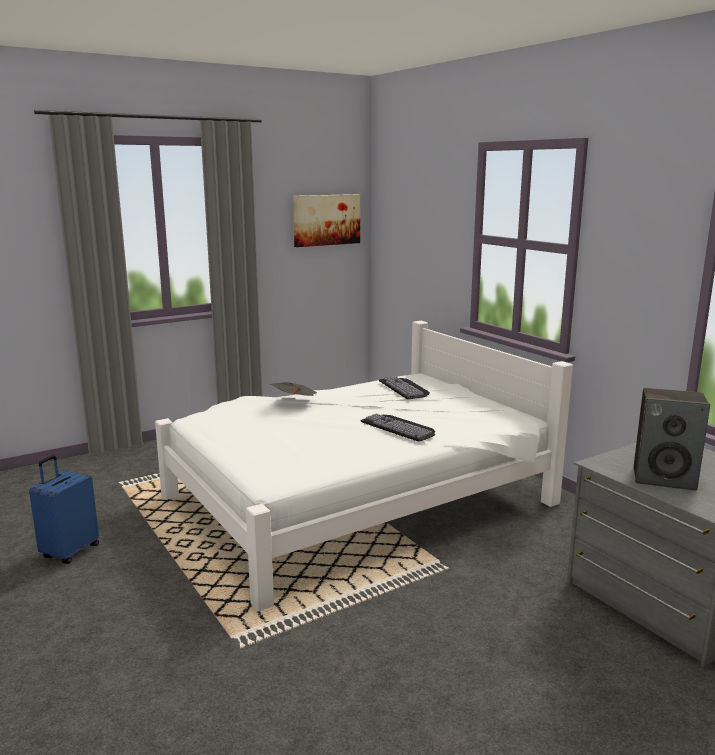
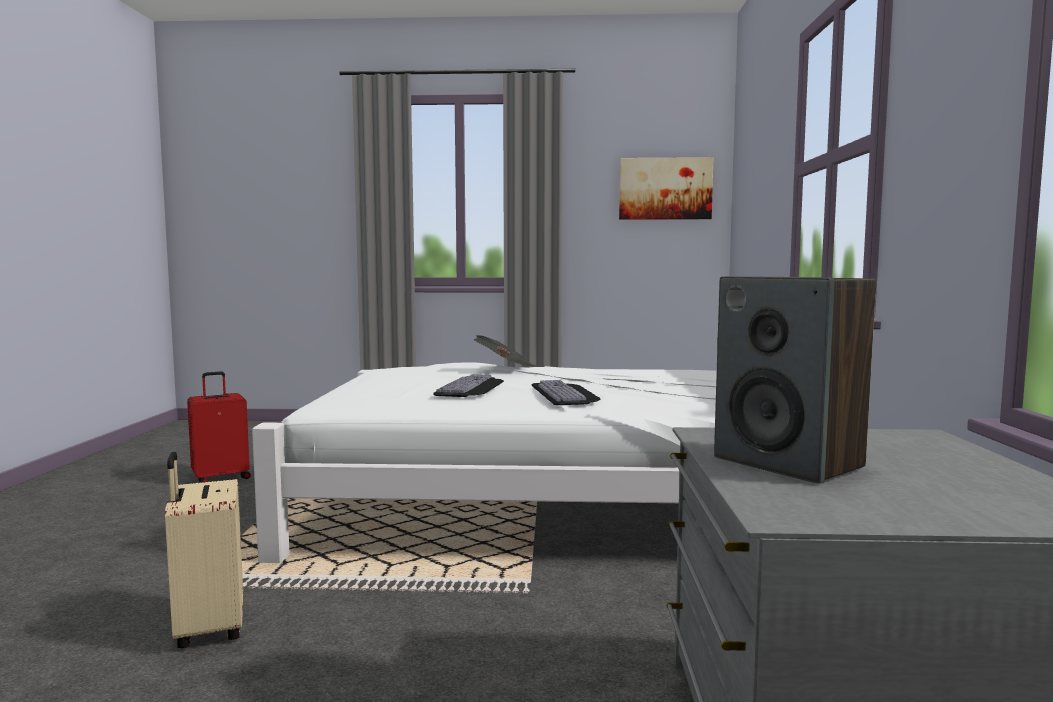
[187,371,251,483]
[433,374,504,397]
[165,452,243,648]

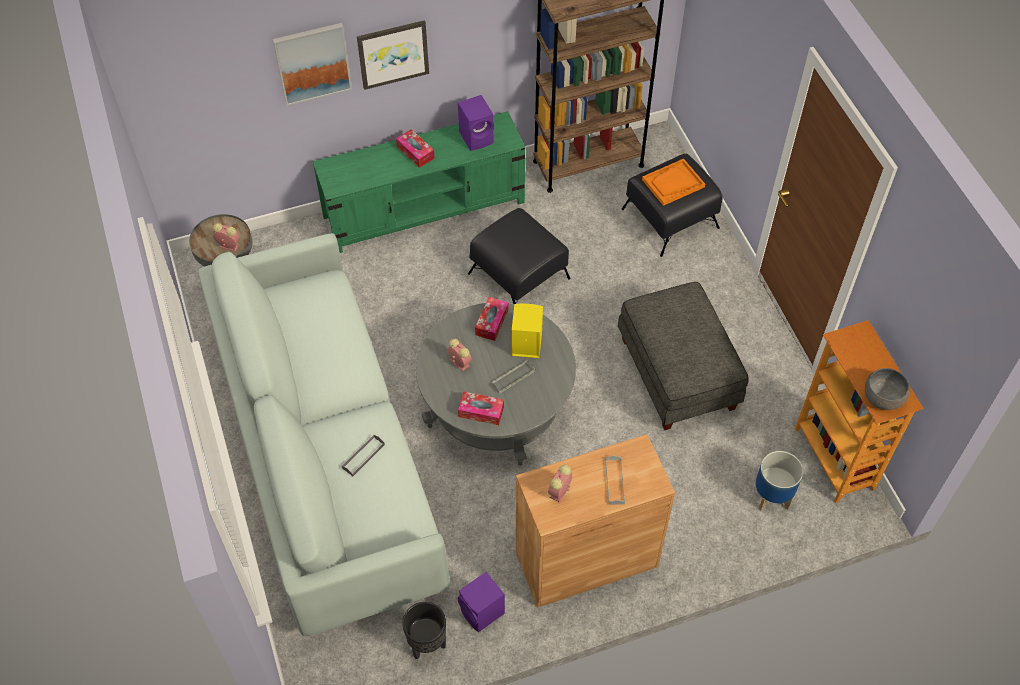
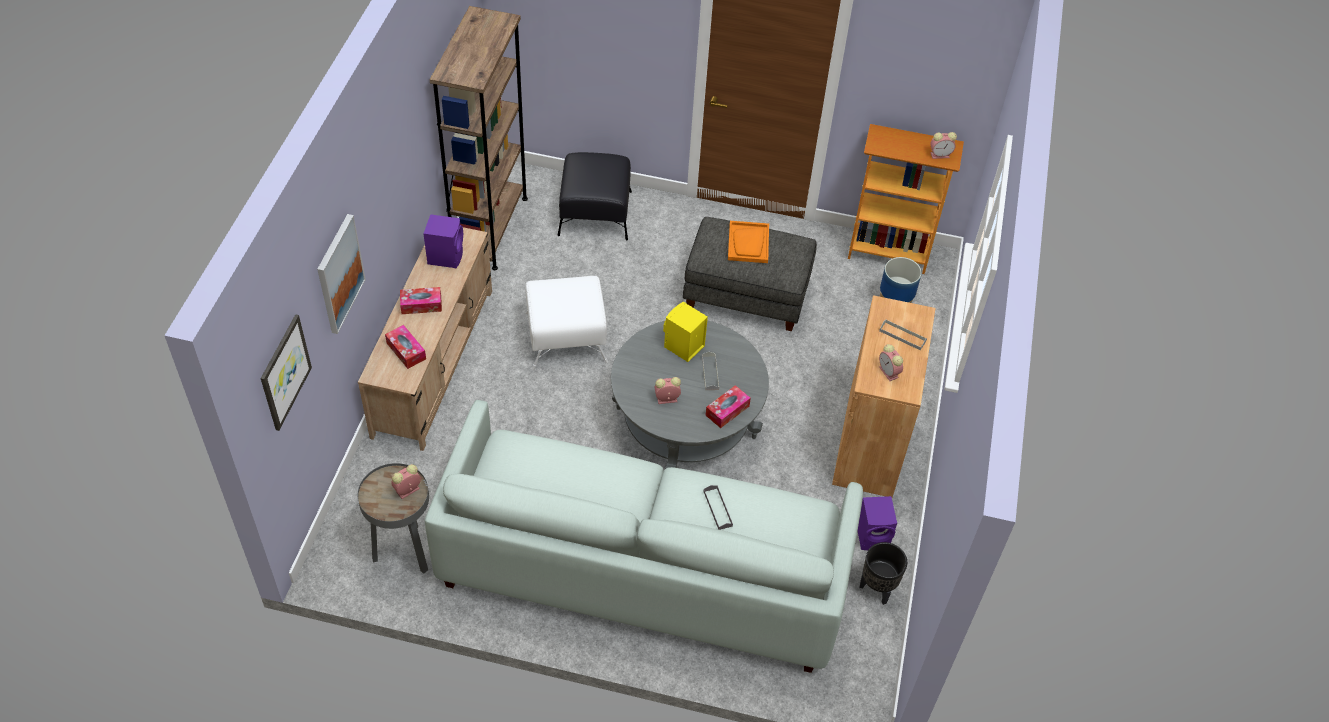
[358,227,492,451]
[261,314,312,431]
[525,276,608,370]
[385,325,426,369]
[728,221,769,263]
[930,132,957,159]

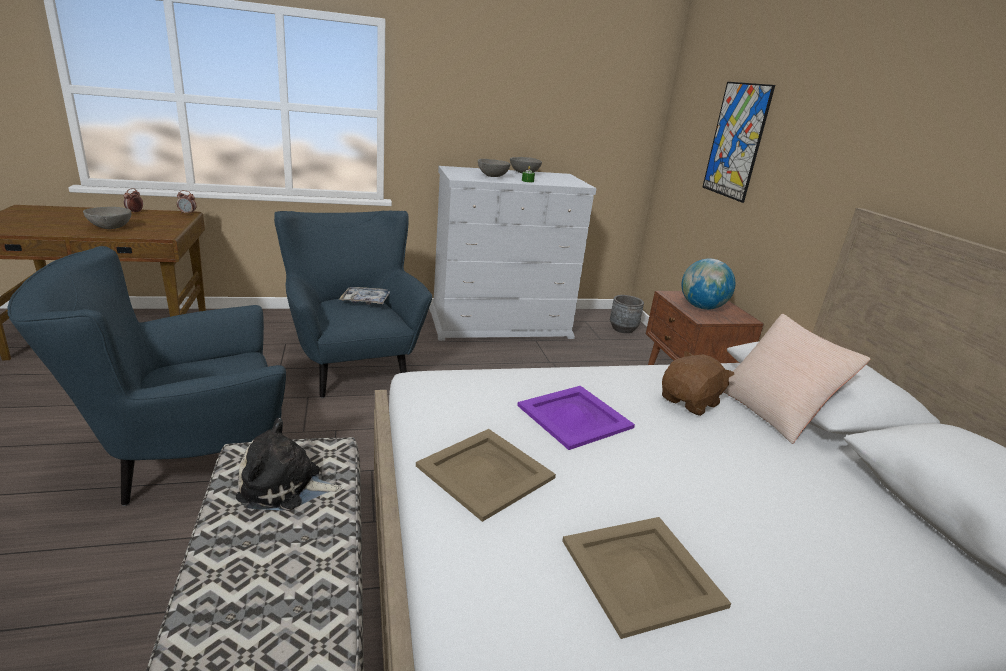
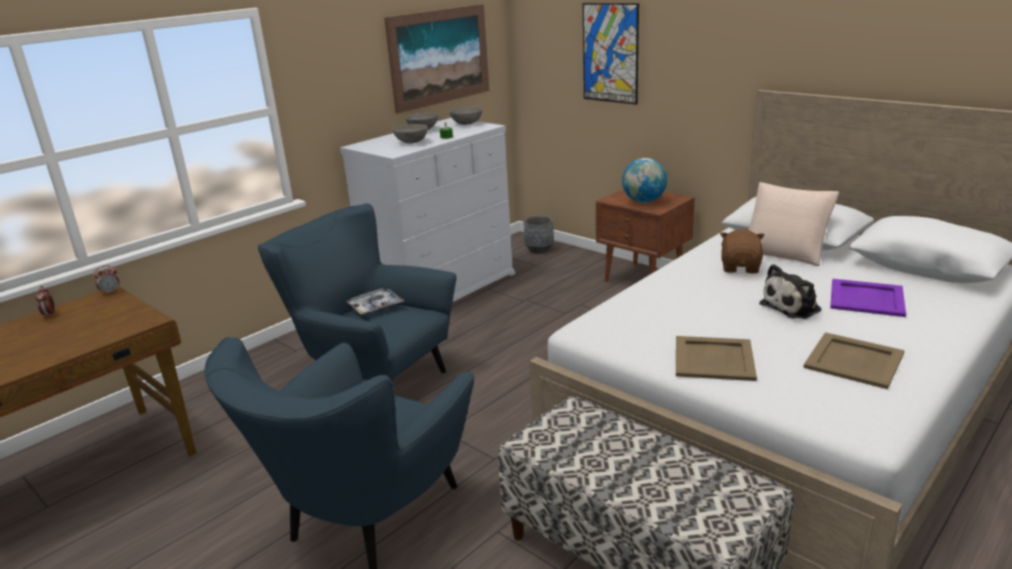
[449,107,482,125]
[759,264,821,319]
[830,279,906,317]
[384,4,490,114]

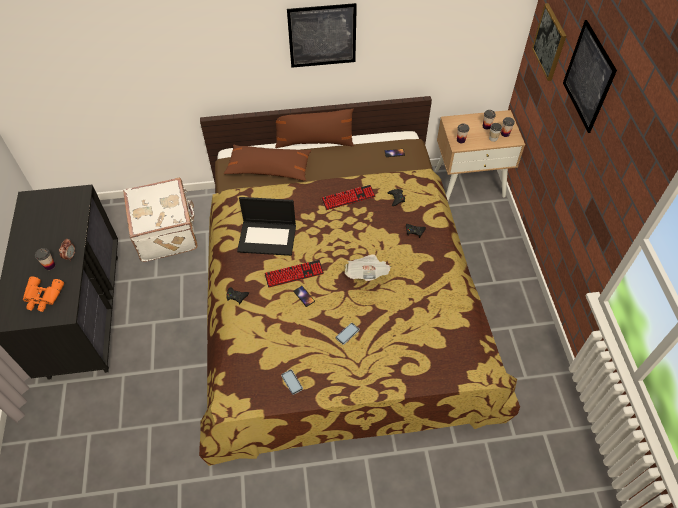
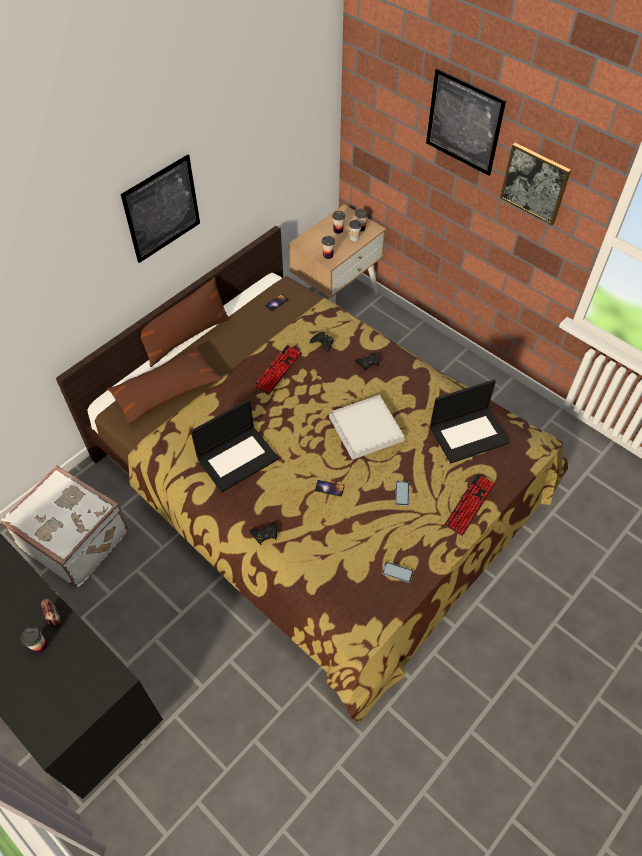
[23,276,64,312] (first image)
[444,474,495,536]
[329,395,404,460]
[500,143,571,225]
[430,379,510,463]

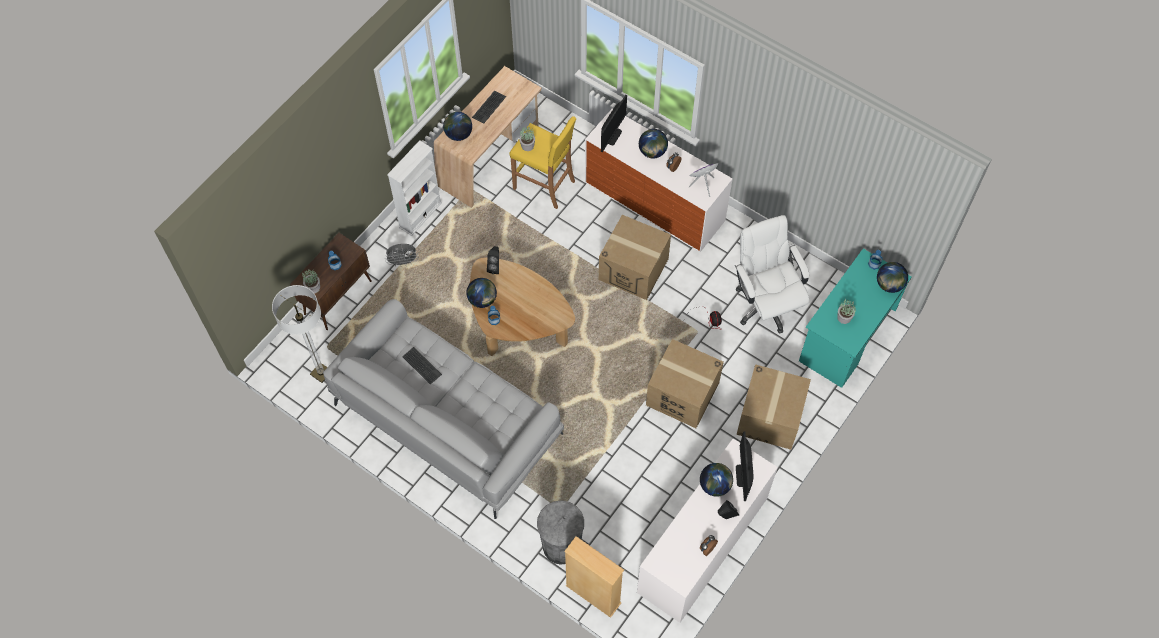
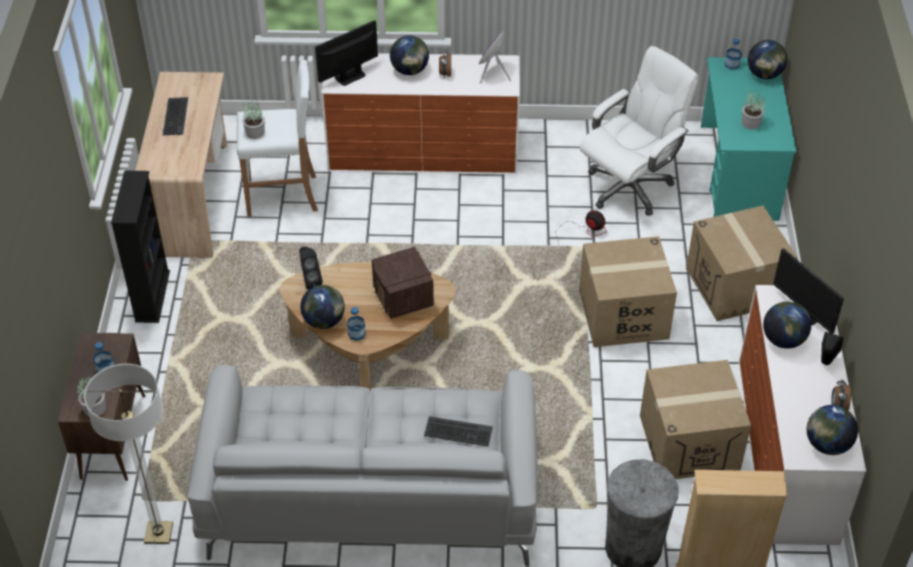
[385,244,419,266] (first image)
[111,171,170,323]
[424,416,493,446]
[807,405,858,455]
[237,60,318,217]
[640,360,751,479]
[315,20,378,86]
[580,46,699,216]
[372,247,434,319]

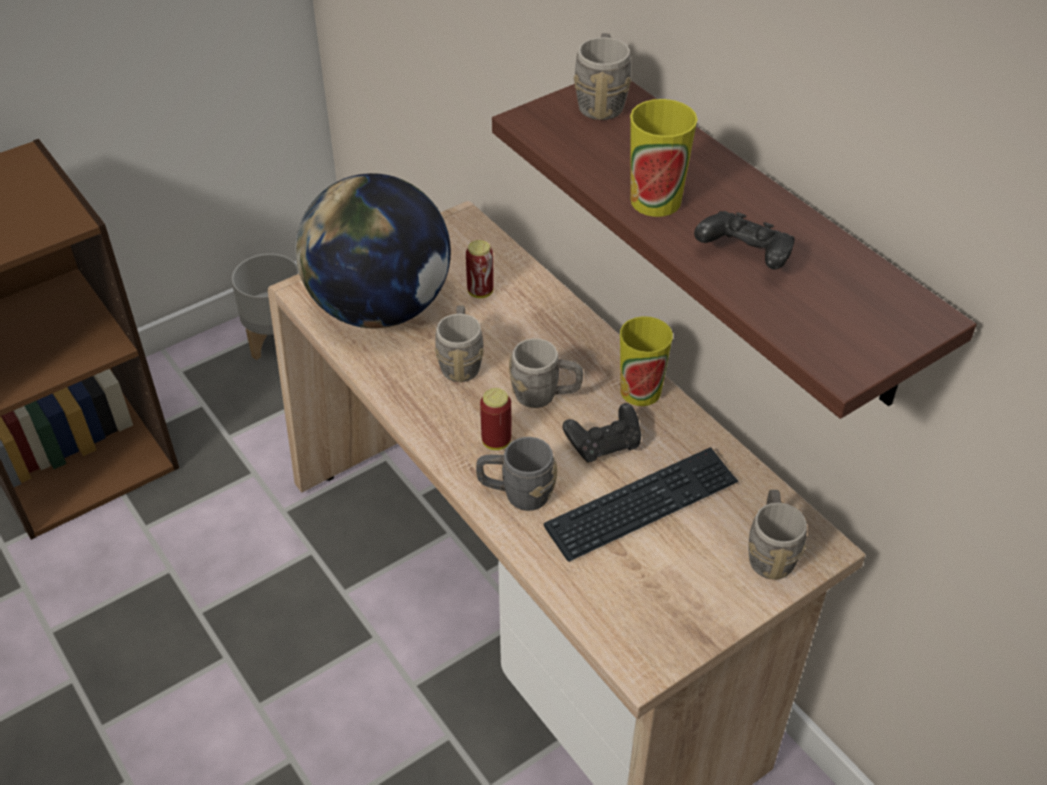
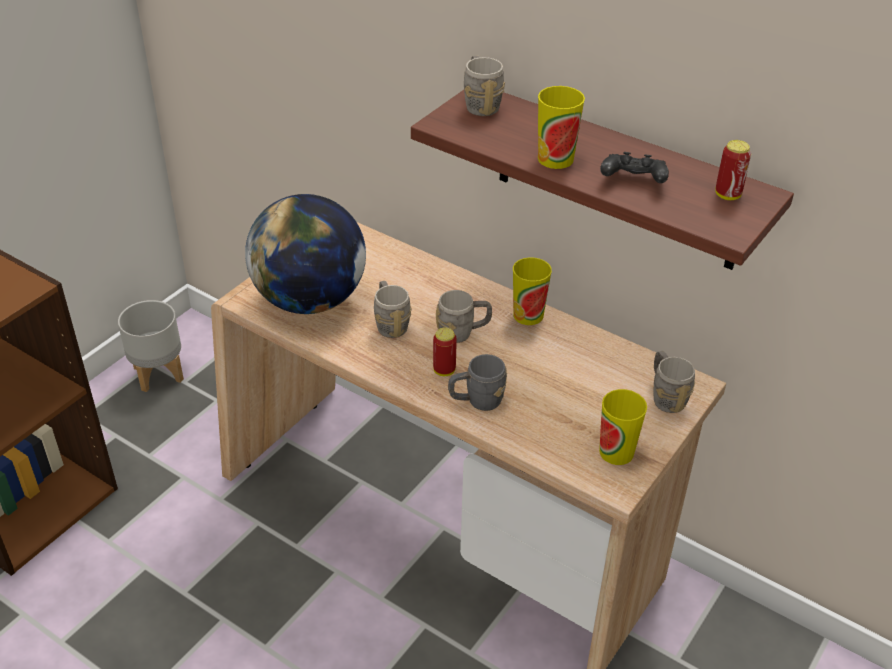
[715,140,751,200]
[544,447,739,562] (first image)
[563,403,641,463] (first image)
[599,389,647,465]

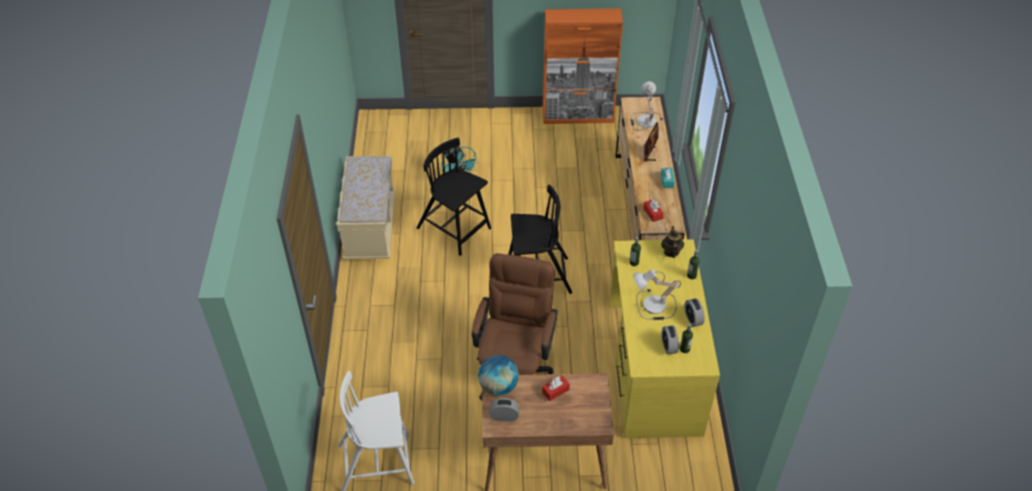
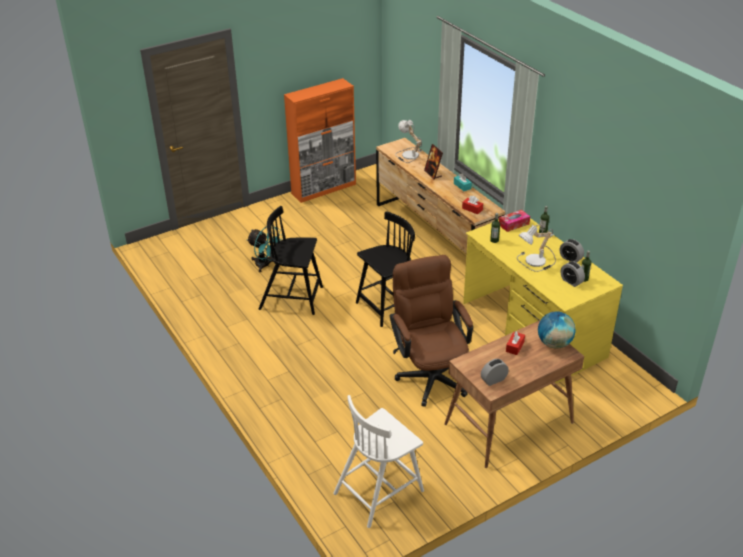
[337,156,395,259] (first image)
[538,311,576,349]
[499,210,530,232]

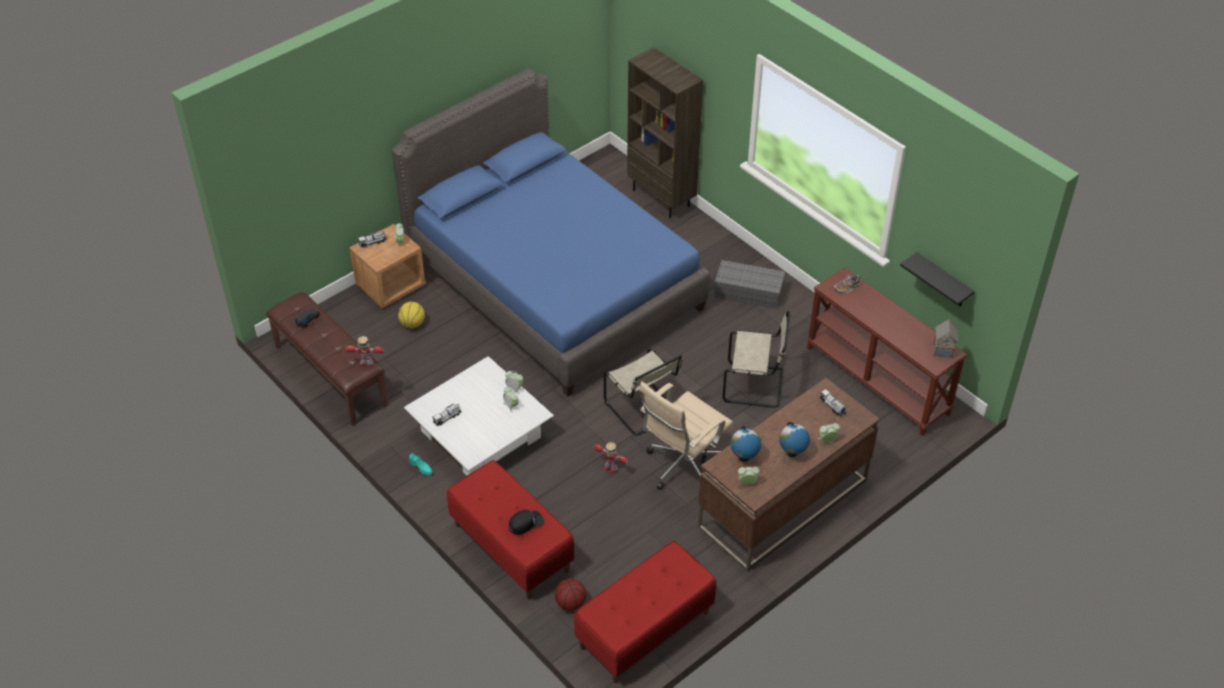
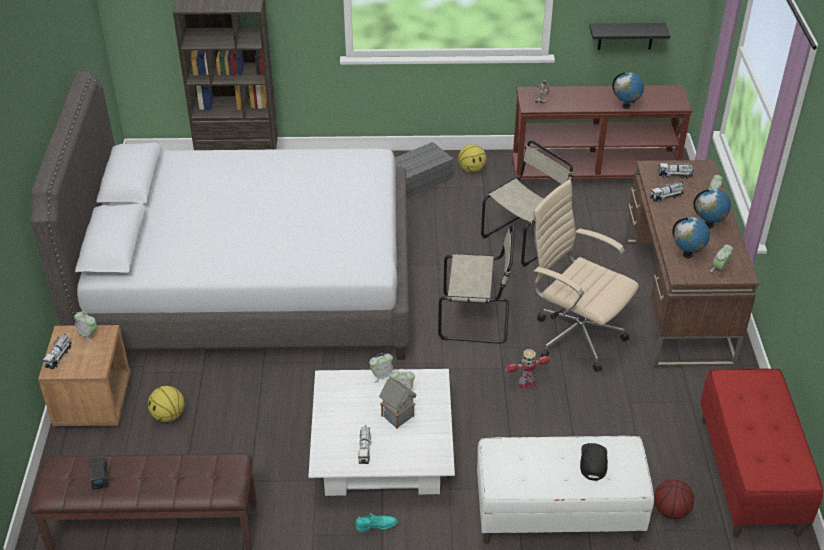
[345,336,384,366] (first image)
[30,71,409,360]
[477,436,654,544]
[532,180,639,372]
[379,377,417,429]
[458,144,486,173]
[612,72,644,109]
[650,181,684,202]

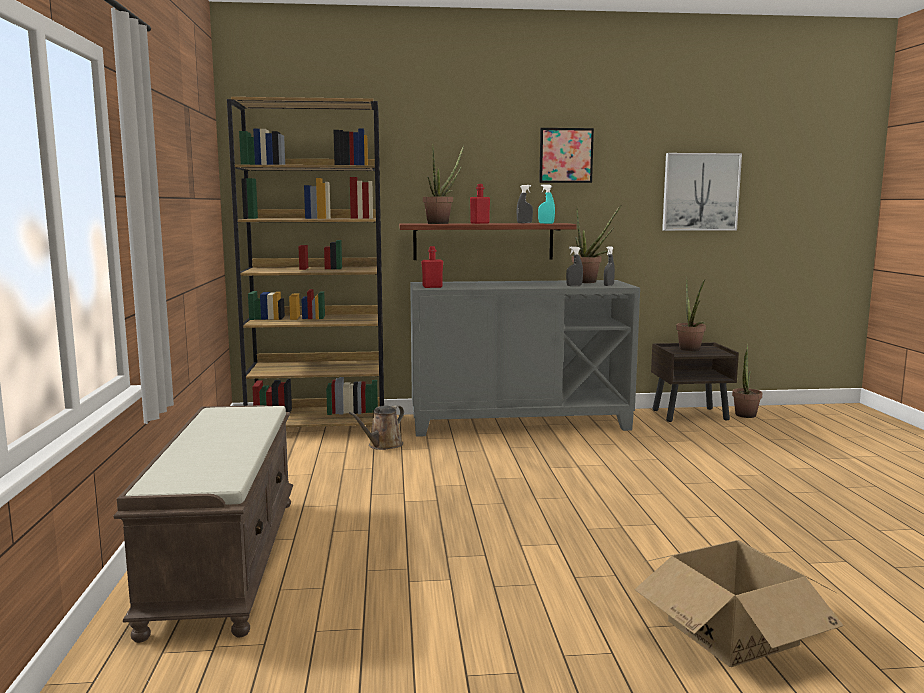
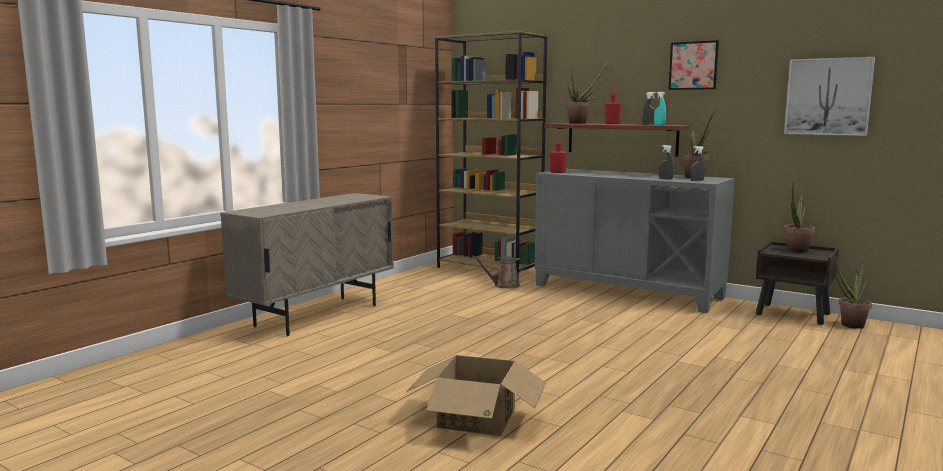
[220,193,394,336]

